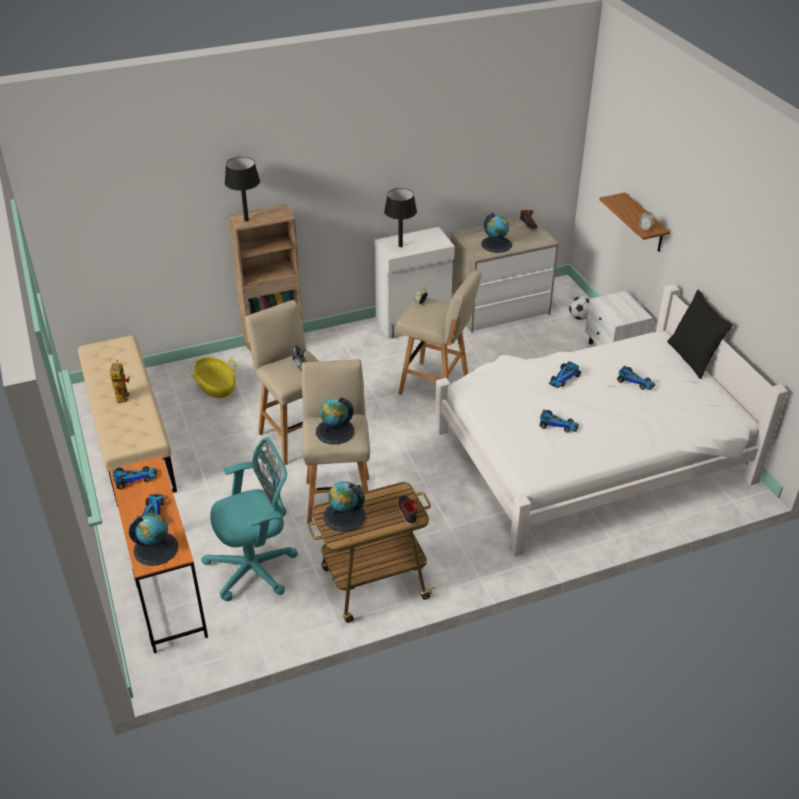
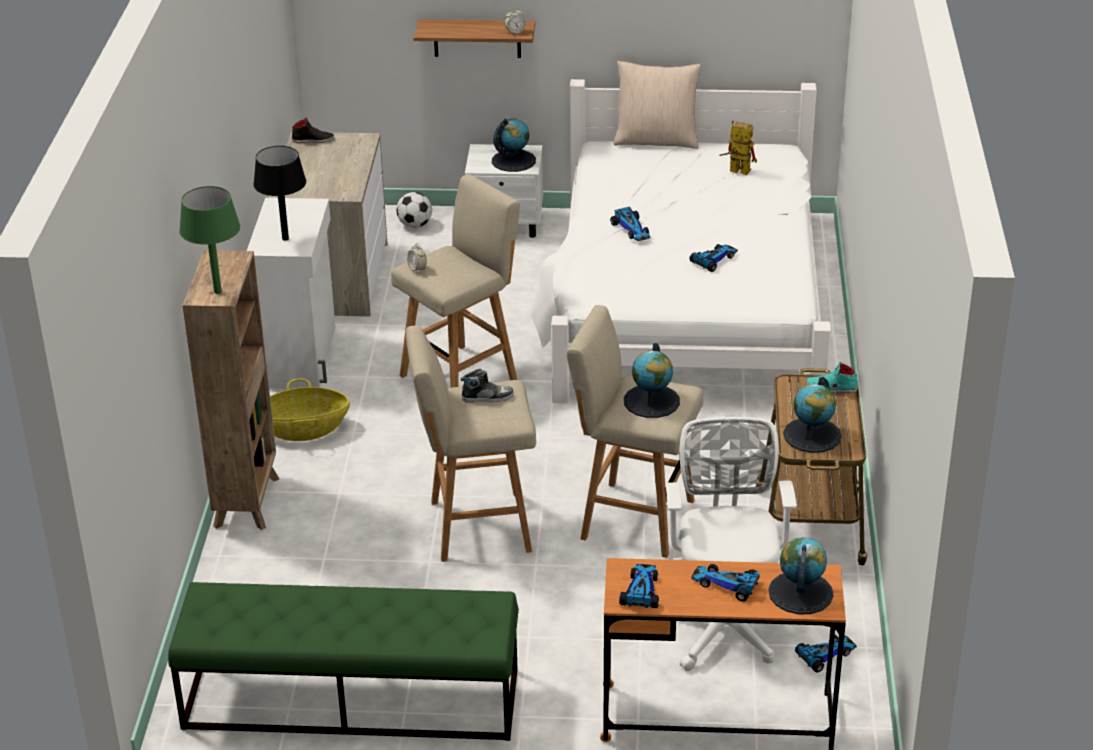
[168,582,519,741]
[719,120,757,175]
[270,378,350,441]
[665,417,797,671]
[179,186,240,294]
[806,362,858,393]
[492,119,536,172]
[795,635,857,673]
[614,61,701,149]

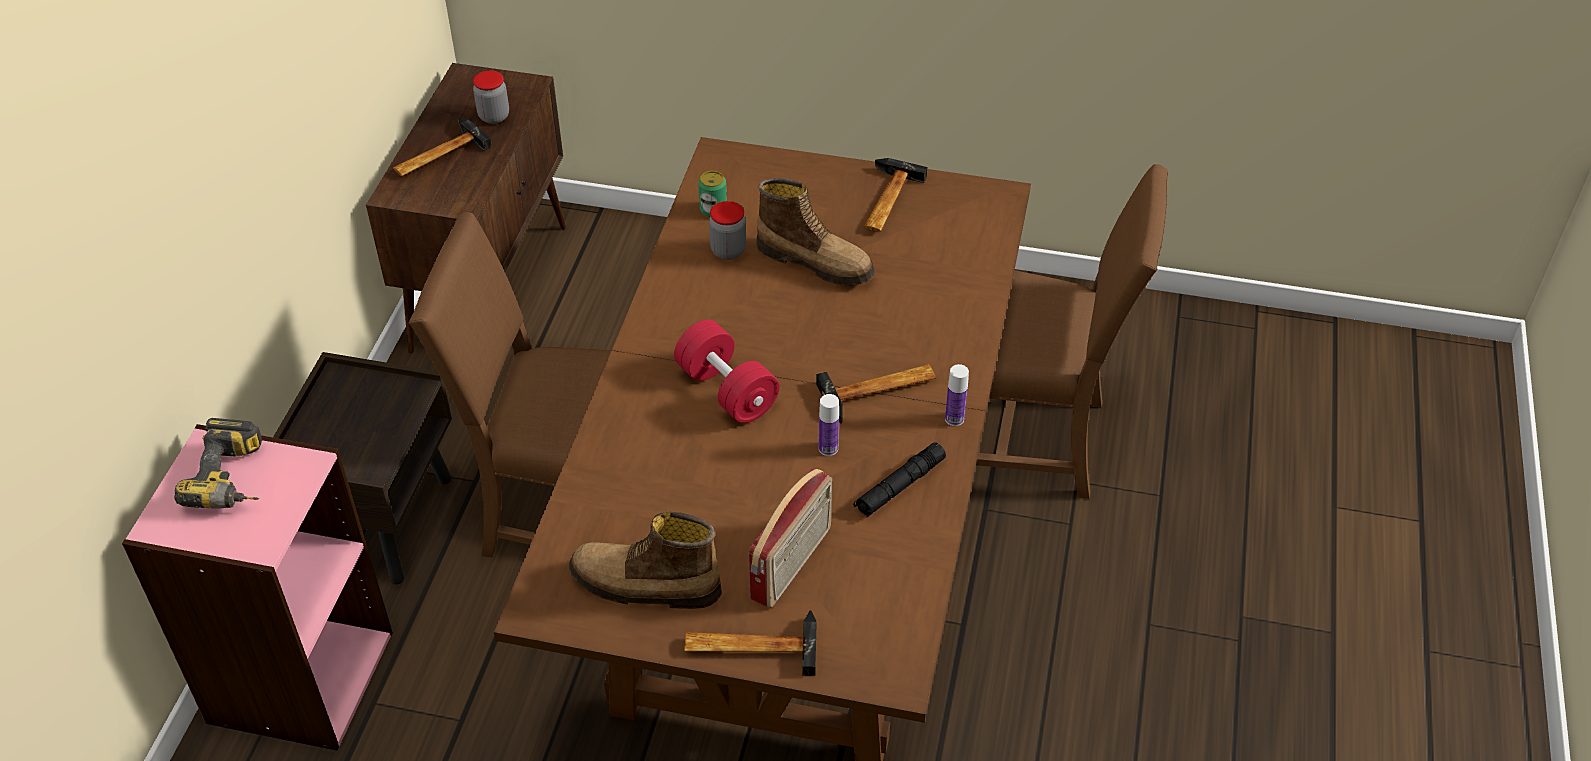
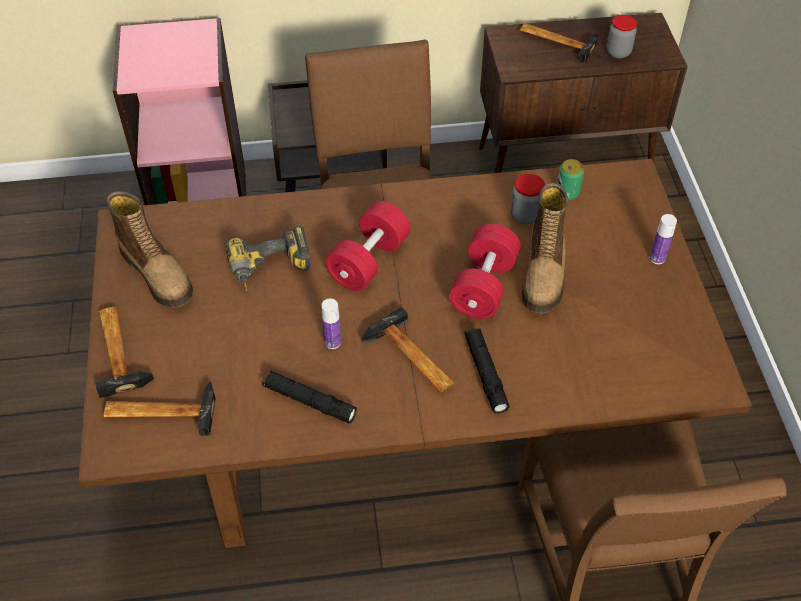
[225,226,311,291]
[106,191,193,308]
[749,468,832,608] (first image)
[104,382,216,436]
[650,214,677,264]
[449,224,521,319]
[464,328,510,414]

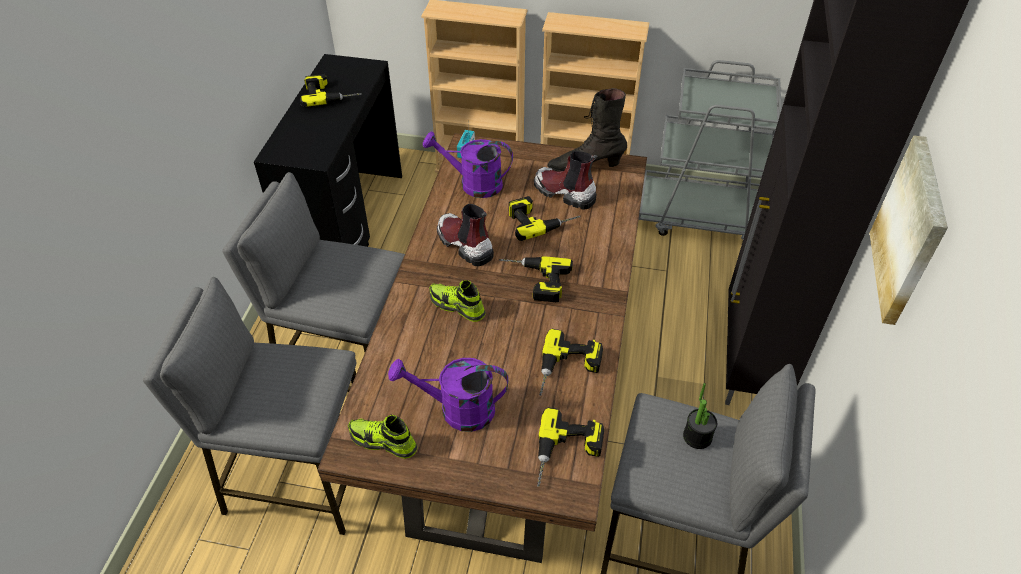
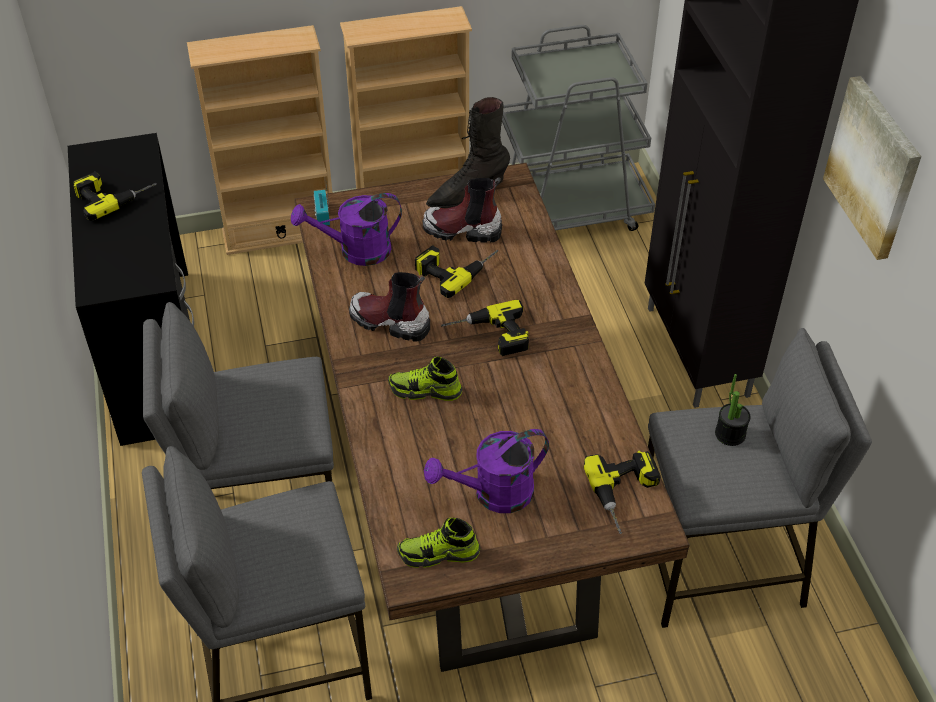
[539,329,603,396] (first image)

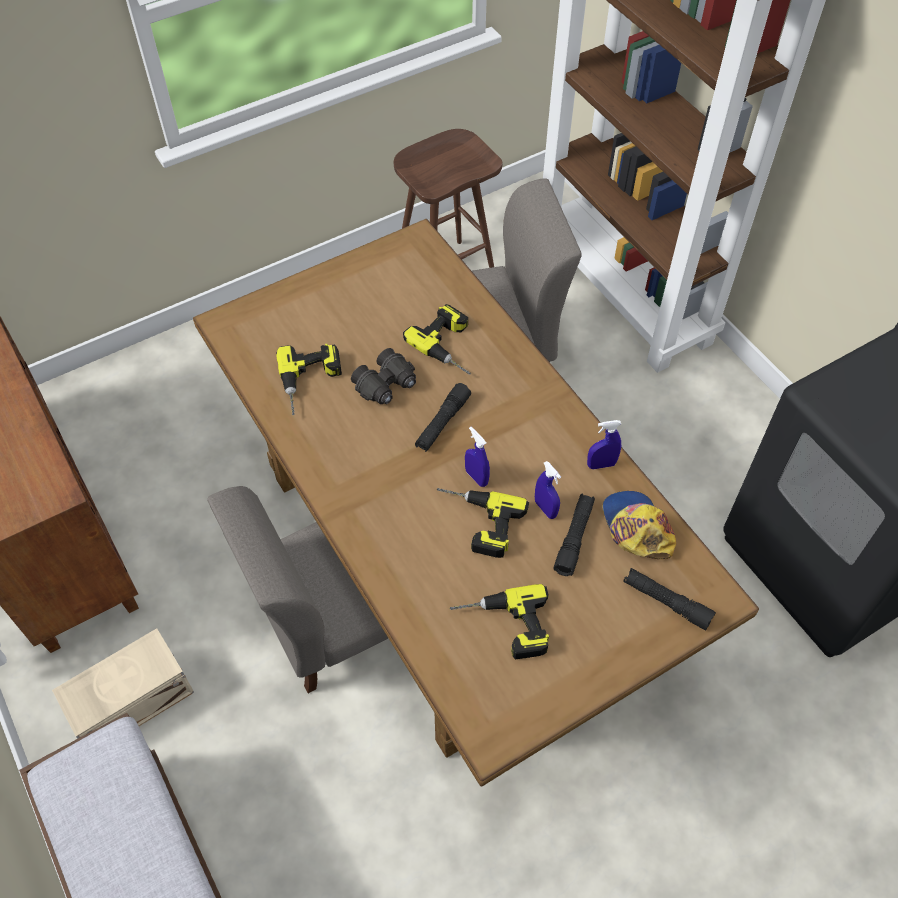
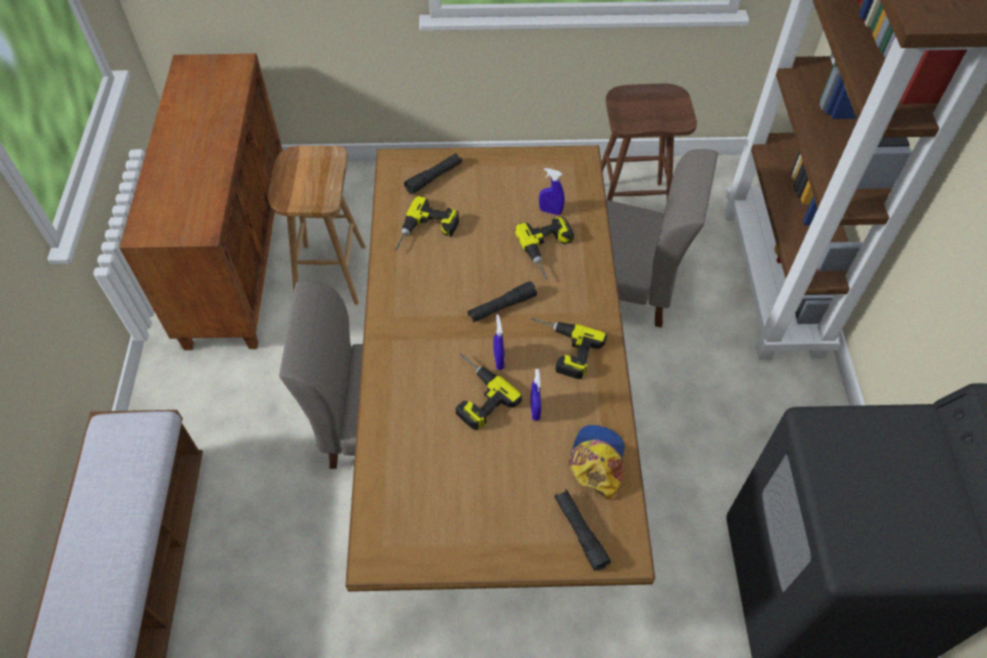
[52,628,194,739] (first image)
[351,348,416,404] (first image)
[531,318,607,379]
[404,153,463,194]
[539,168,565,215]
[268,146,366,305]

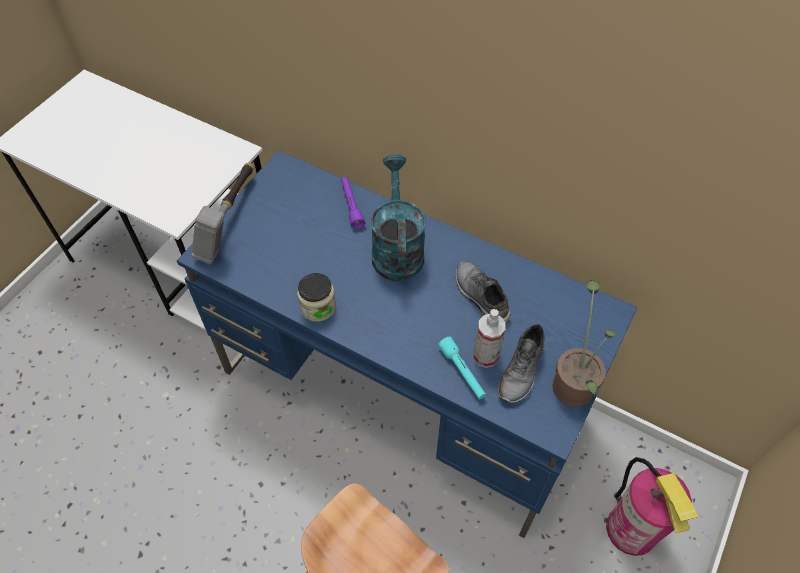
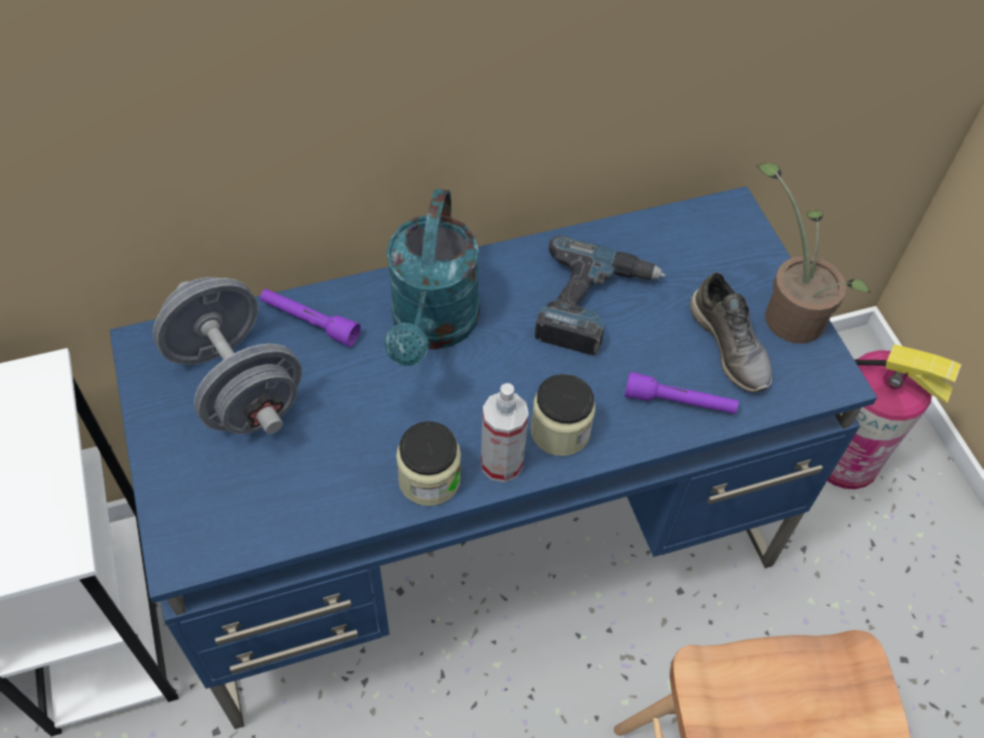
[191,163,254,264] (first image)
[384,189,480,366]
[625,372,739,414]
[535,236,665,356]
[481,383,529,482]
[153,277,302,434]
[531,374,595,456]

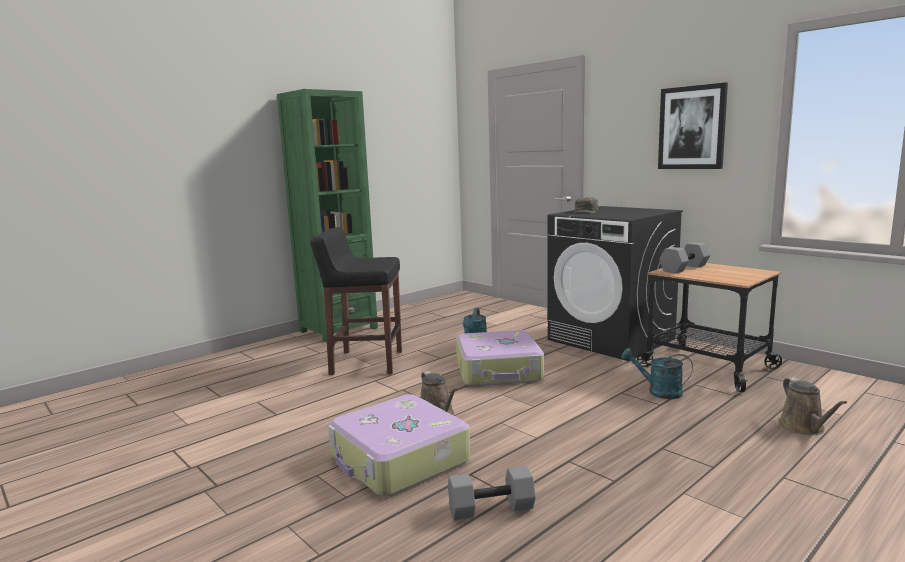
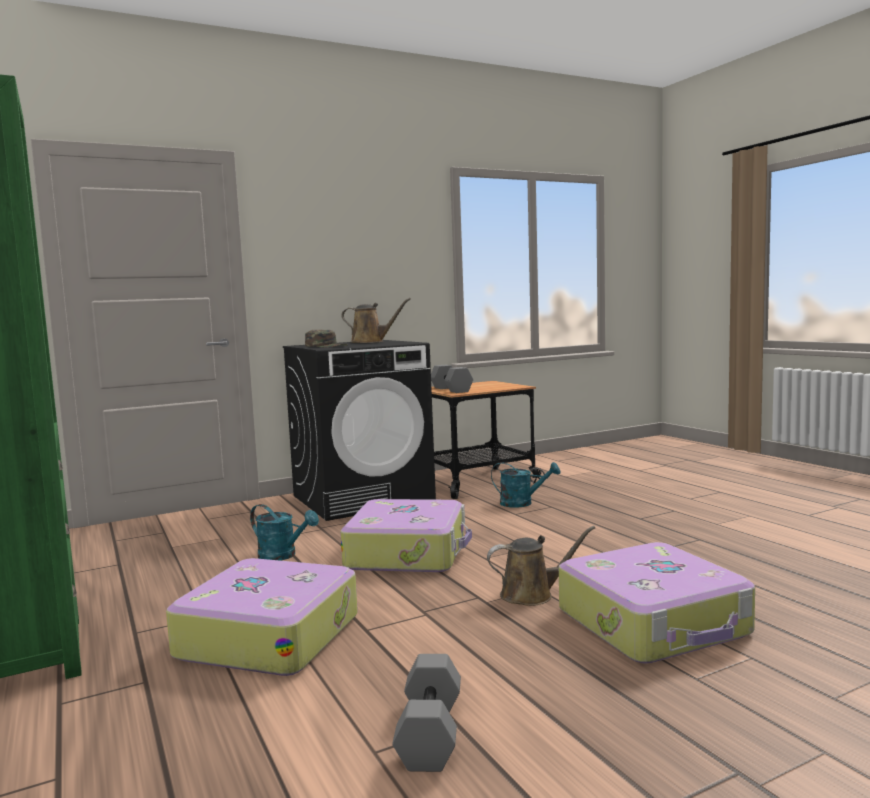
[166,558,358,676]
[392,654,461,772]
[491,462,560,508]
[658,82,728,169] (first image)
[342,298,411,343]

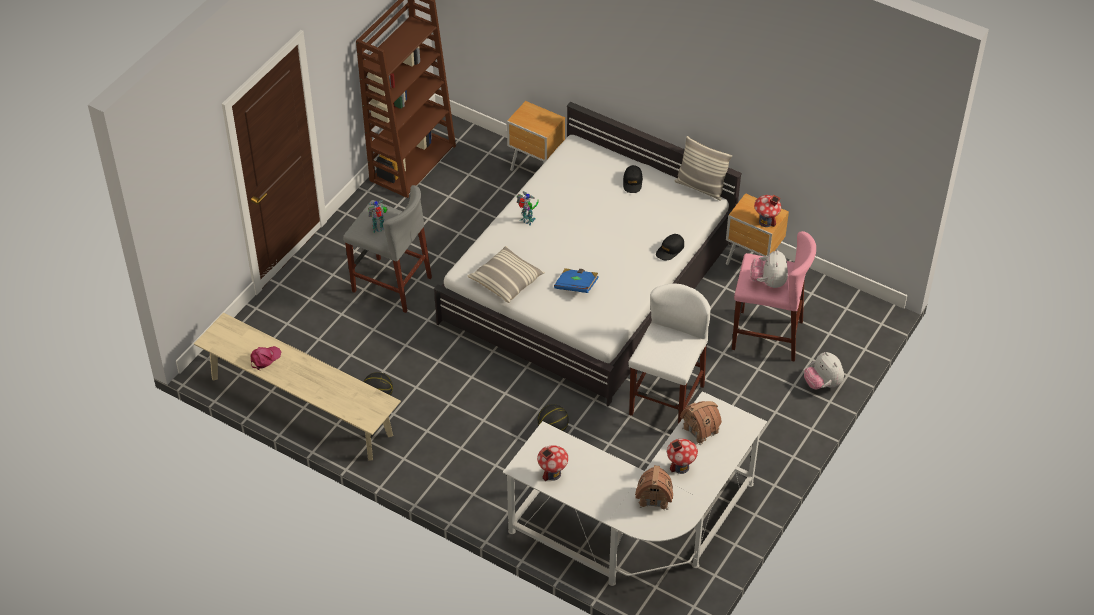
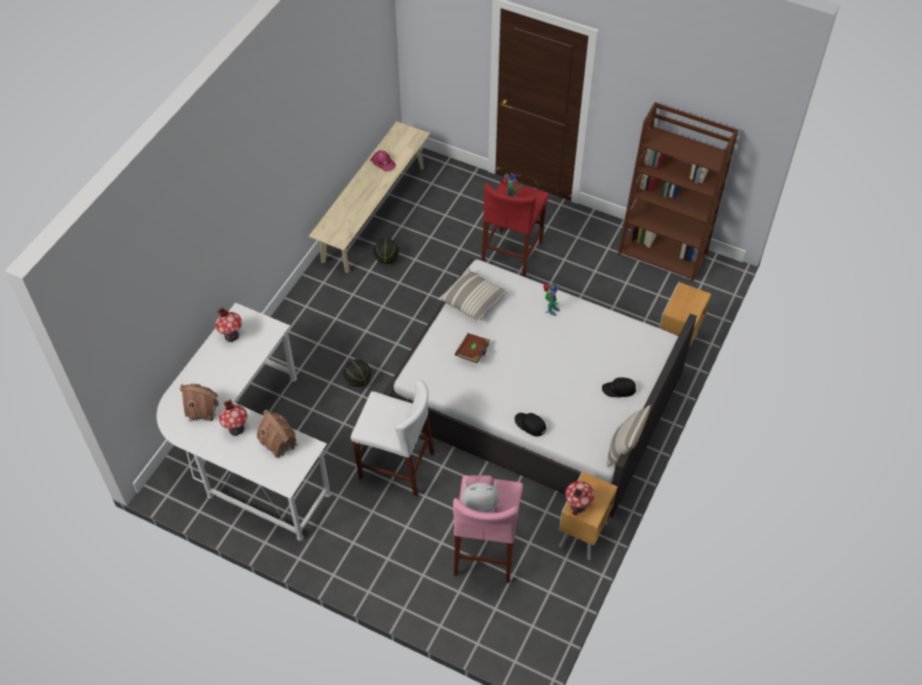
[481,180,549,277]
[455,333,490,363]
[804,352,844,389] (first image)

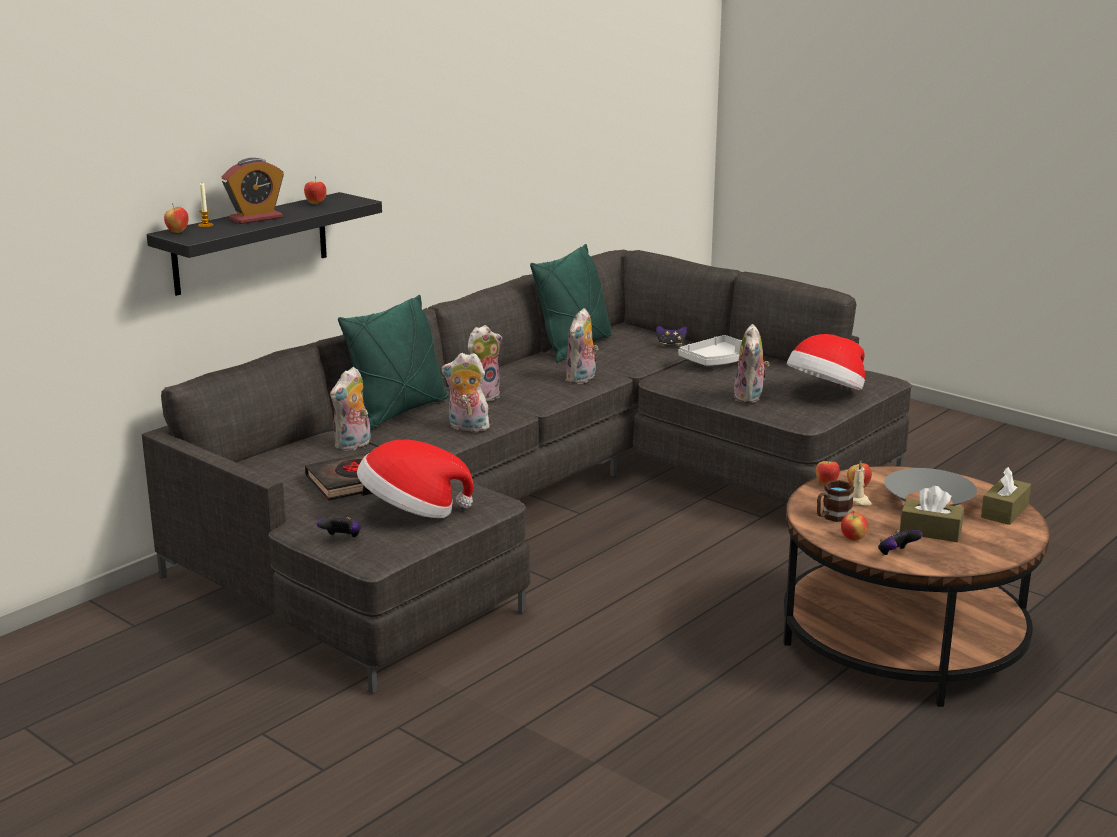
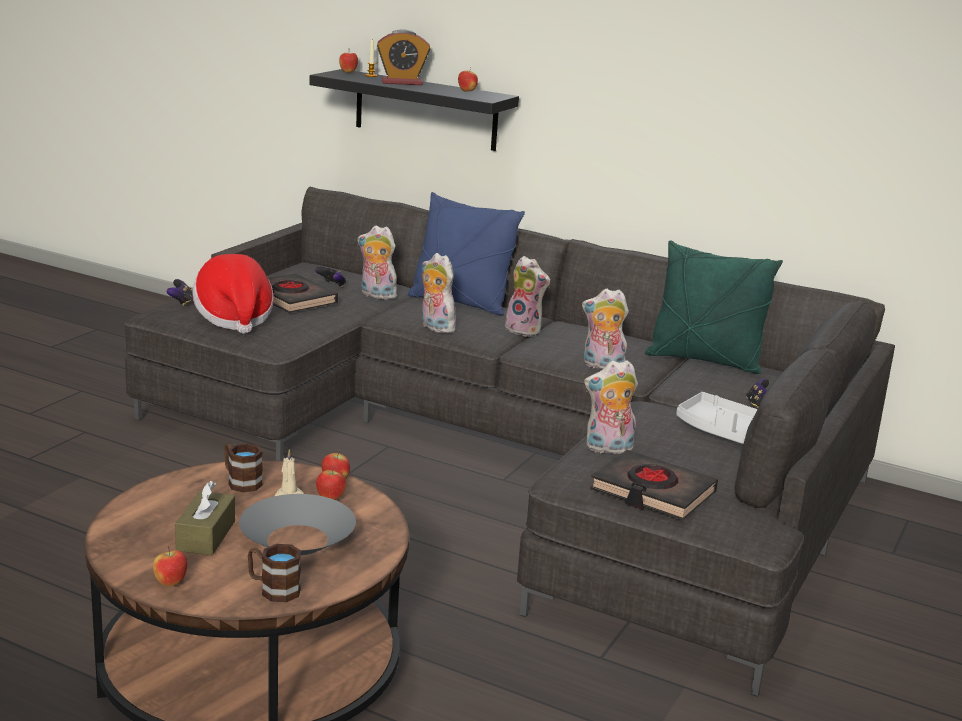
[377,29,430,86]
[408,192,525,315]
[421,253,456,334]
[590,450,718,520]
[153,546,187,587]
[315,266,346,287]
[248,544,301,602]

